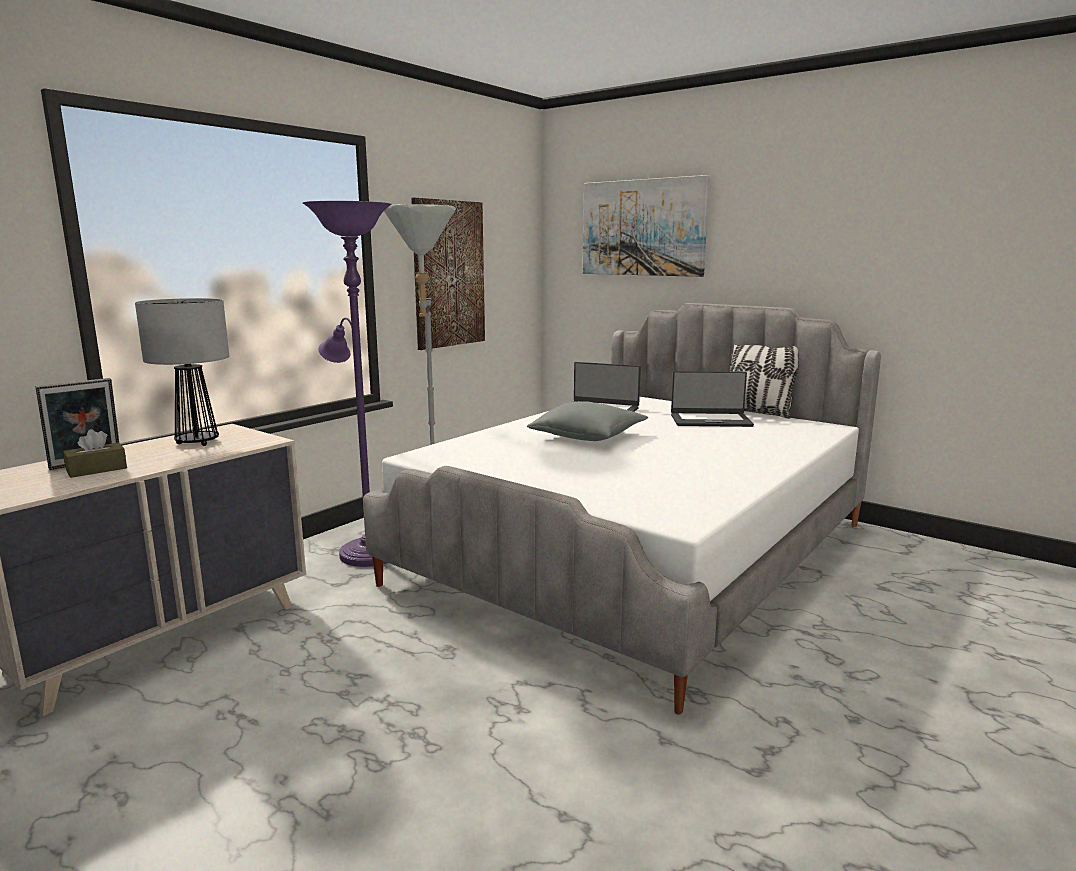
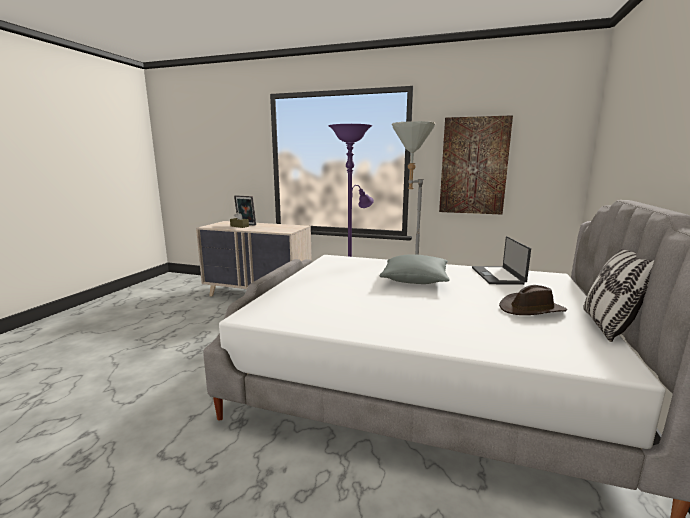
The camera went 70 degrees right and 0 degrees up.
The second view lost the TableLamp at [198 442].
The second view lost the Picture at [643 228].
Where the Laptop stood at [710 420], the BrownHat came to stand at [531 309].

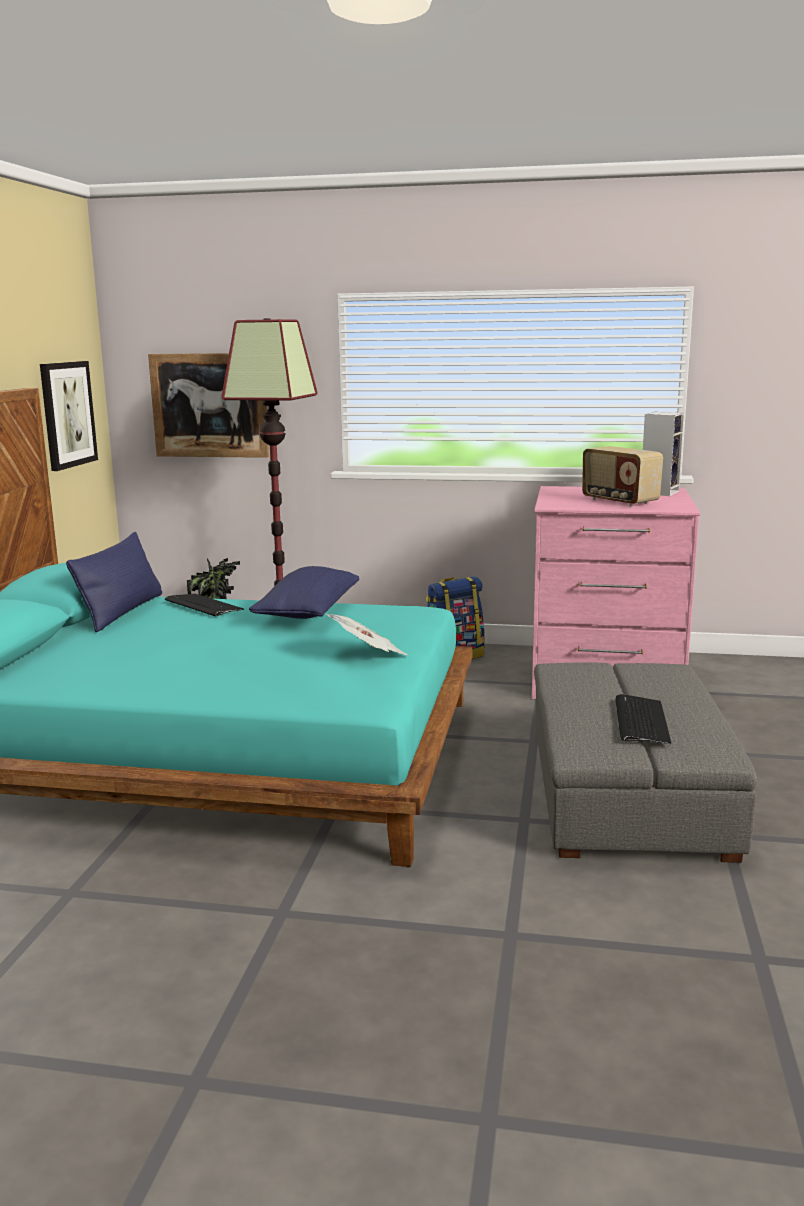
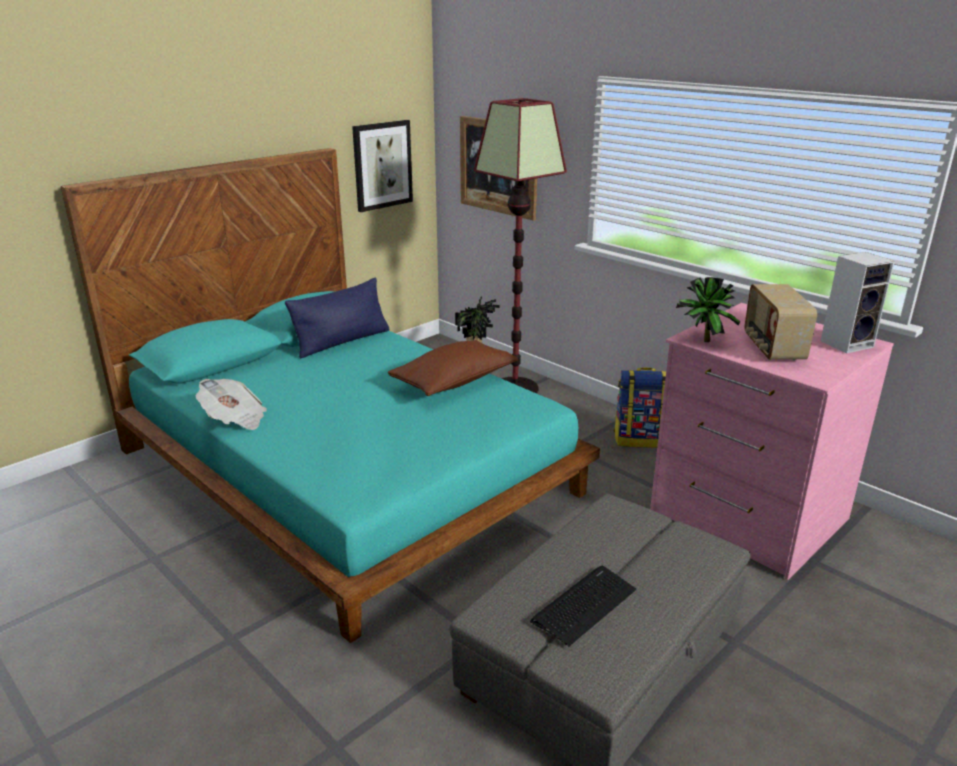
The camera went 35 degrees right and 10 degrees up.
The second view lost the Keyboard at [203 606].
The second view gained the PottedPlant at [701 340].
The Newspaper ended up elsewhere, having gone from [368 655] to [234 419].
What was the BluePillow at [308 613] turned into the BrownPillow at [454 382].

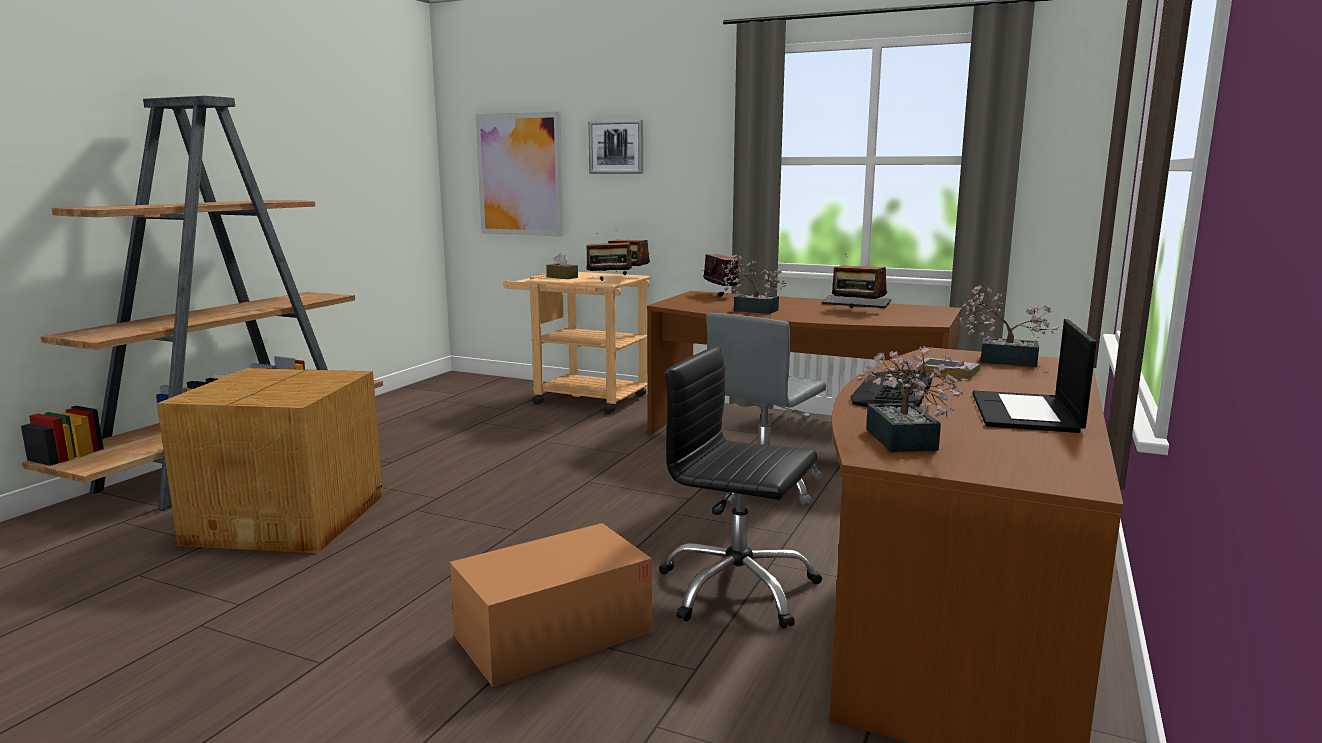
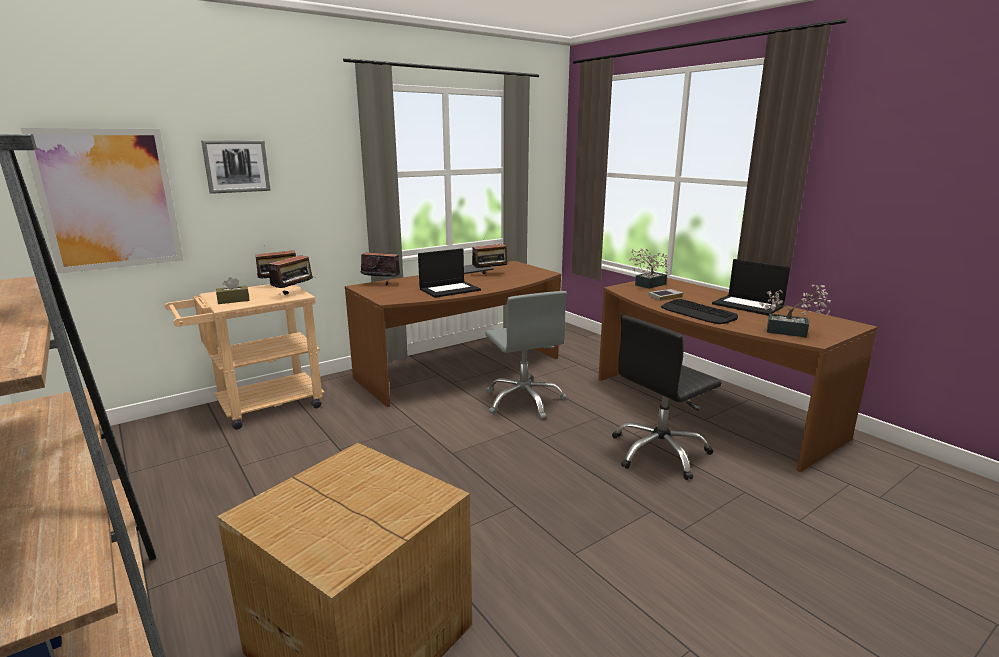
The camera went 60 degrees left and 5 degrees up.
The second view lost the CardboardBox at [553 634].
Where the PottedPlant stood at [751 310], the Laptop came to stand at [450 289].

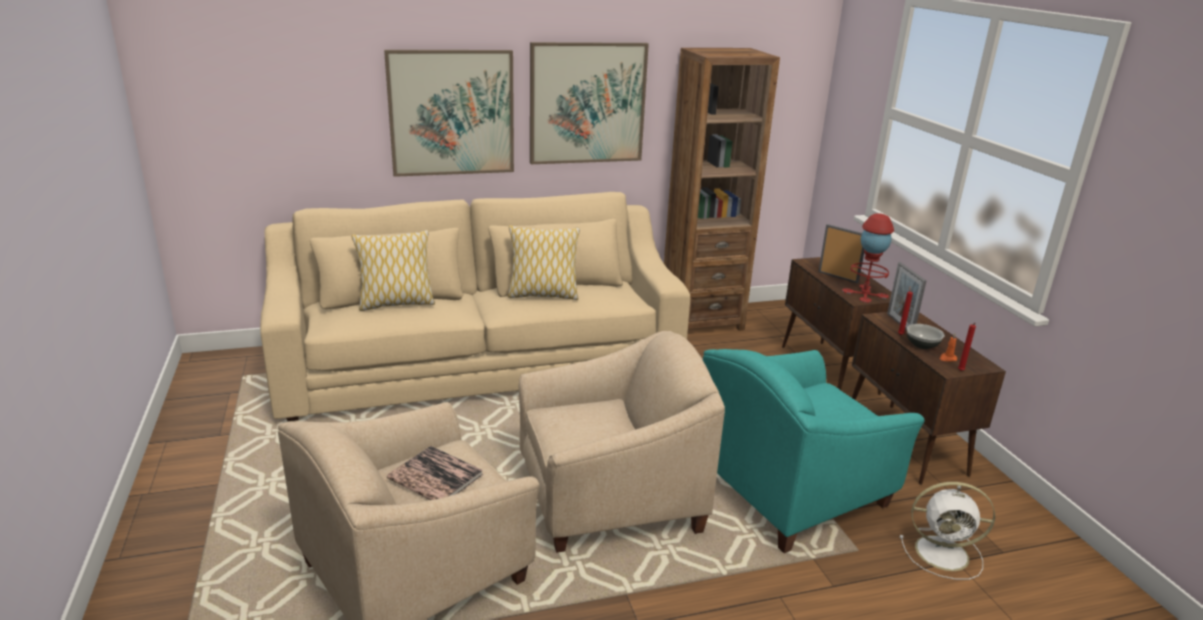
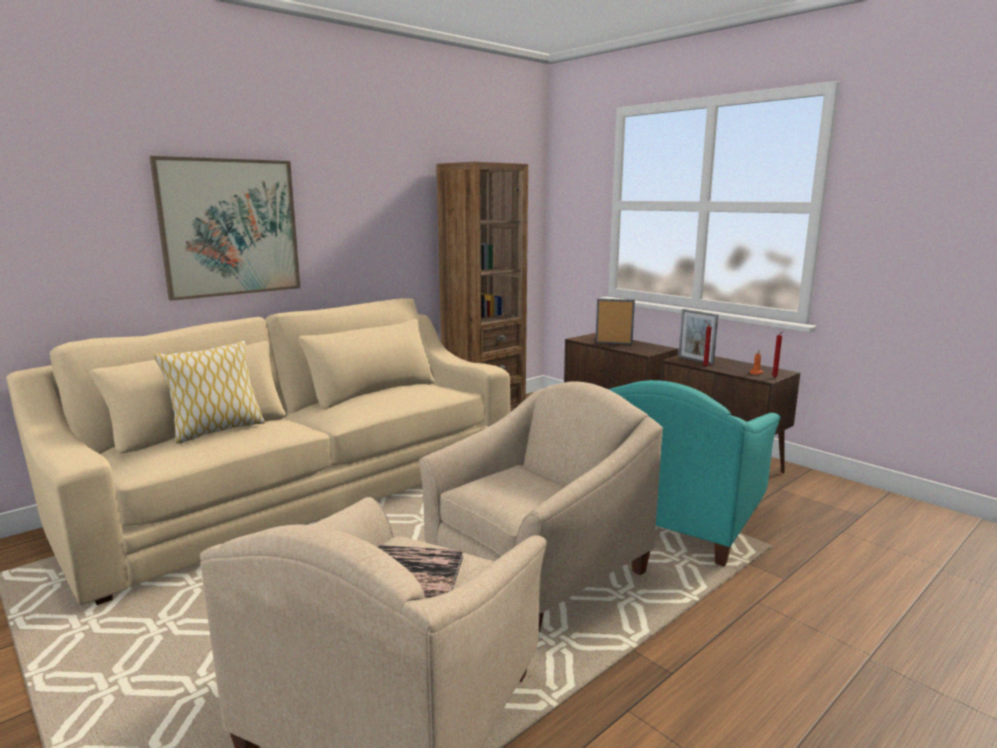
The camera went 25 degrees left and 10 degrees down.
The second view lost the Pillow at [543 295].
The second view lost the Picture at [587 103].
The second view lost the RedTableLamp at [865 293].
The second view lost the WhiteFan at [944 553].
The second view lost the Bowl at [922 345].

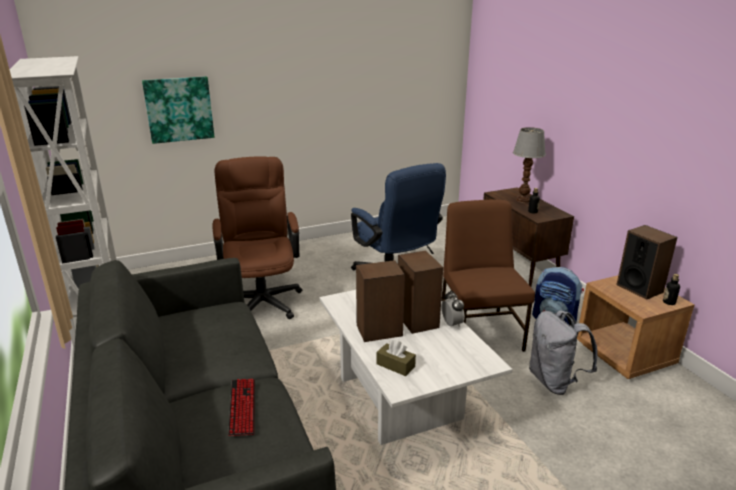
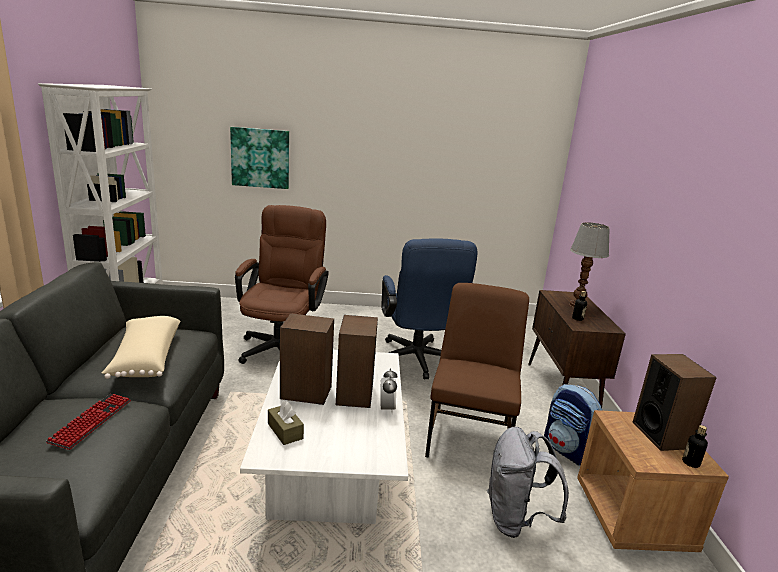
The camera went 20 degrees right and 5 degrees down.
The second view gained the BeigePillow at [145 359].

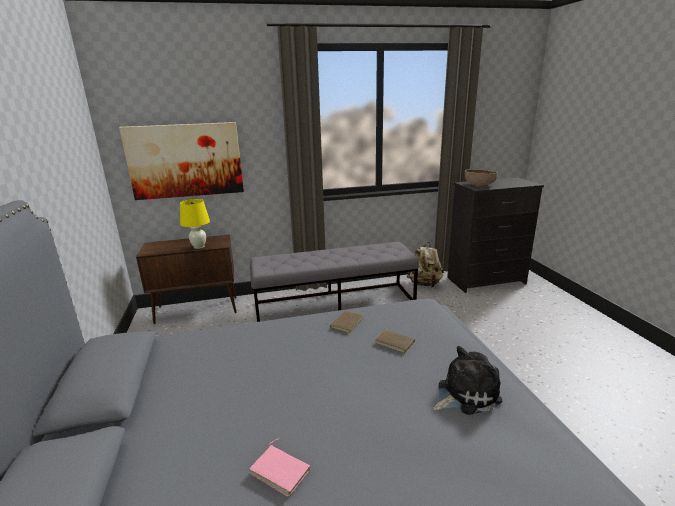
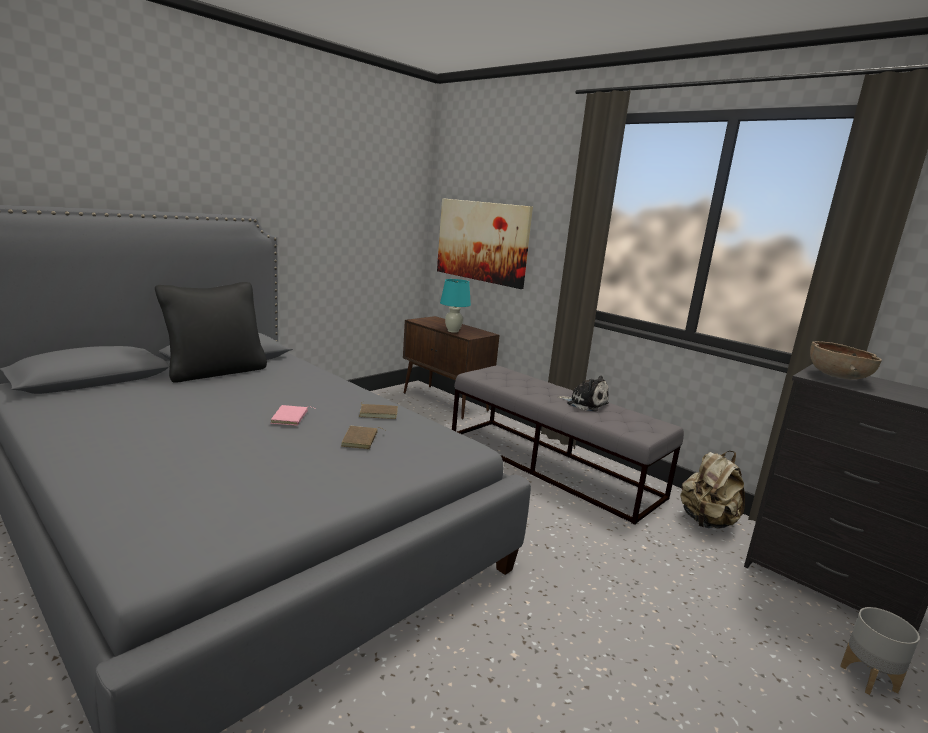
The camera went 55 degrees right and 5 degrees down.
The second view gained the BlackPillow at [216 372].
The second view gained the GreyPlanter at [869 679].
The PinkBook ended up elsewhere, having gone from [281 470] to [291 418].
The PlushToy ended up elsewhere, having gone from [464 394] to [585 403].
What was the YellowTableLamp at [199 247] turned into the TurquoiseTableLamp at [453 331].

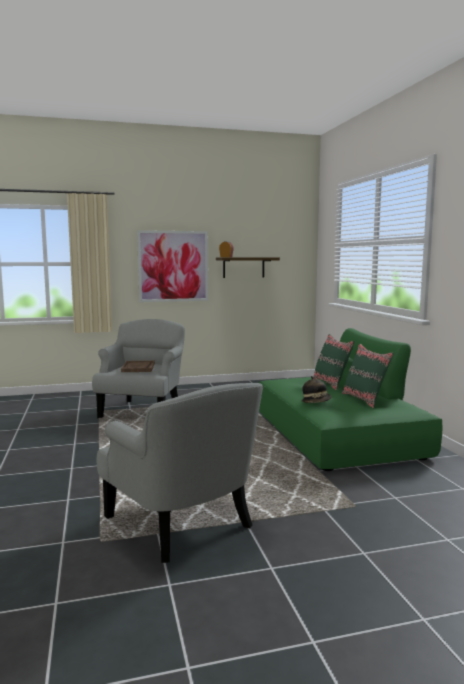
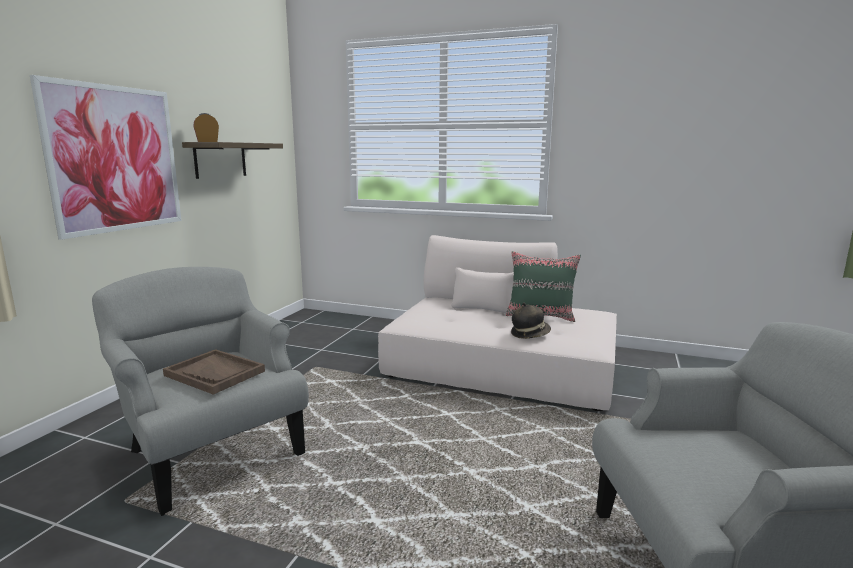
The camera went 55 degrees left and 5 degrees up.
The second view lost the GreenPillow at [331 383].
What was the GreenSofa at [338 434] turned into the BeigeSofa at [502 366].

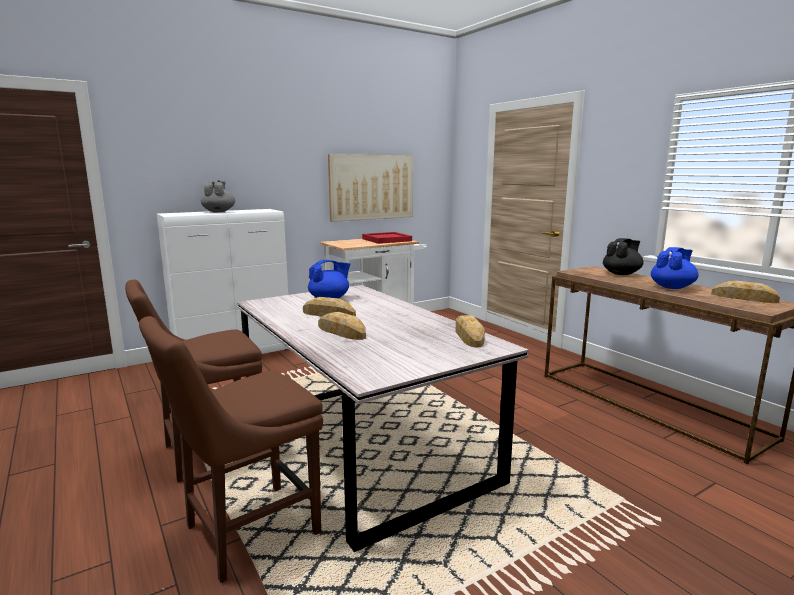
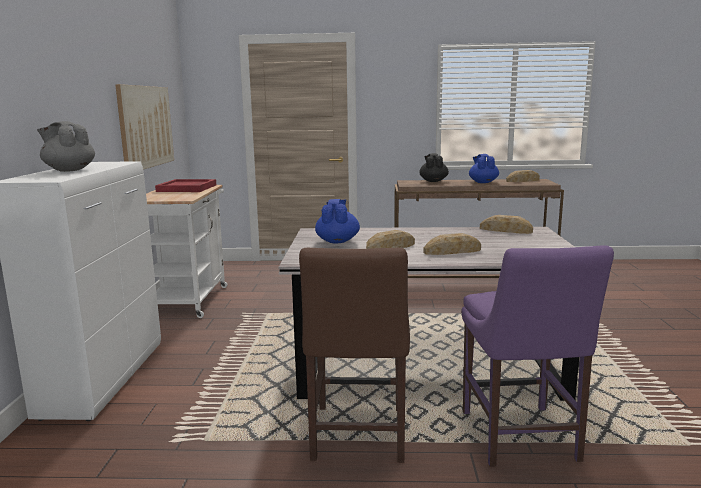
The camera went 55 degrees left and 0 degrees up.
What was the BrownChair at [245 532] turned into the PurpleChair at [520 439].

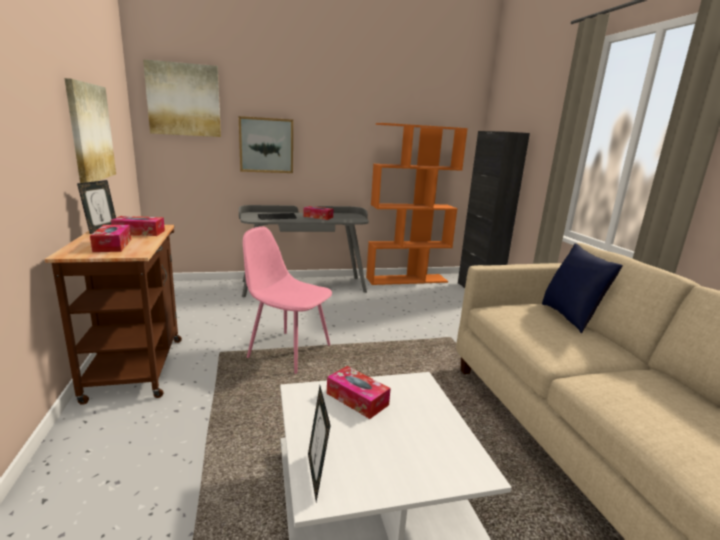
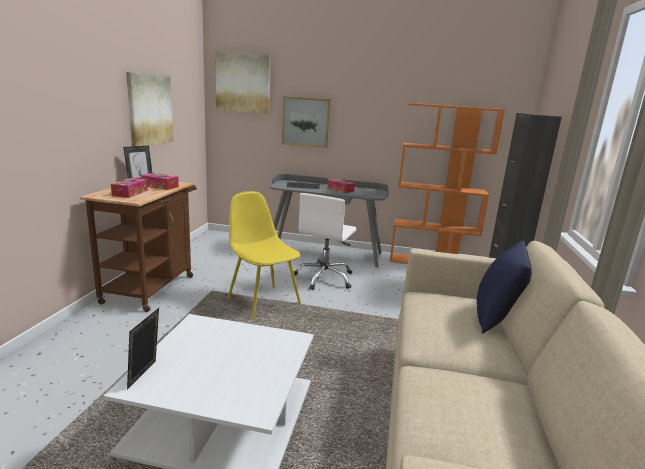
The camera went 25 degrees right and 0 degrees up.
The second view lost the TissueBox at [357 399].
The second view gained the WhiteOfficeChair at [324 278].
What was the PinkChair at [288 351] turned into the YellowChair at [262 301].

